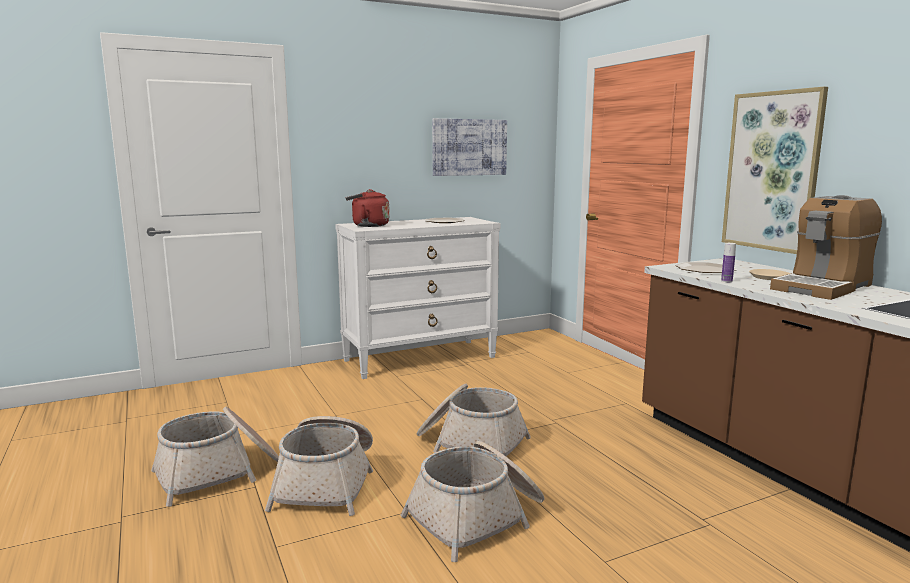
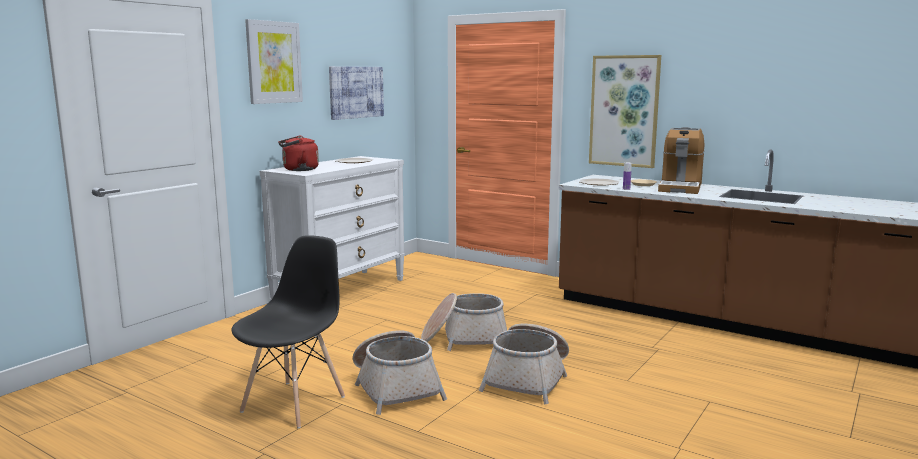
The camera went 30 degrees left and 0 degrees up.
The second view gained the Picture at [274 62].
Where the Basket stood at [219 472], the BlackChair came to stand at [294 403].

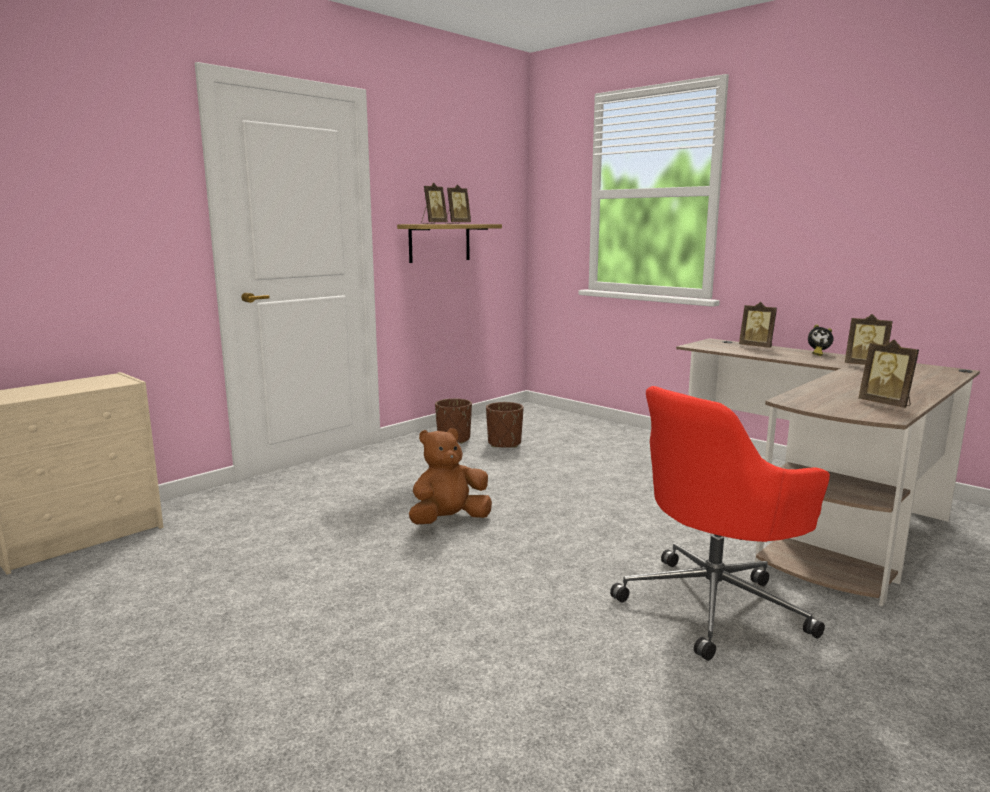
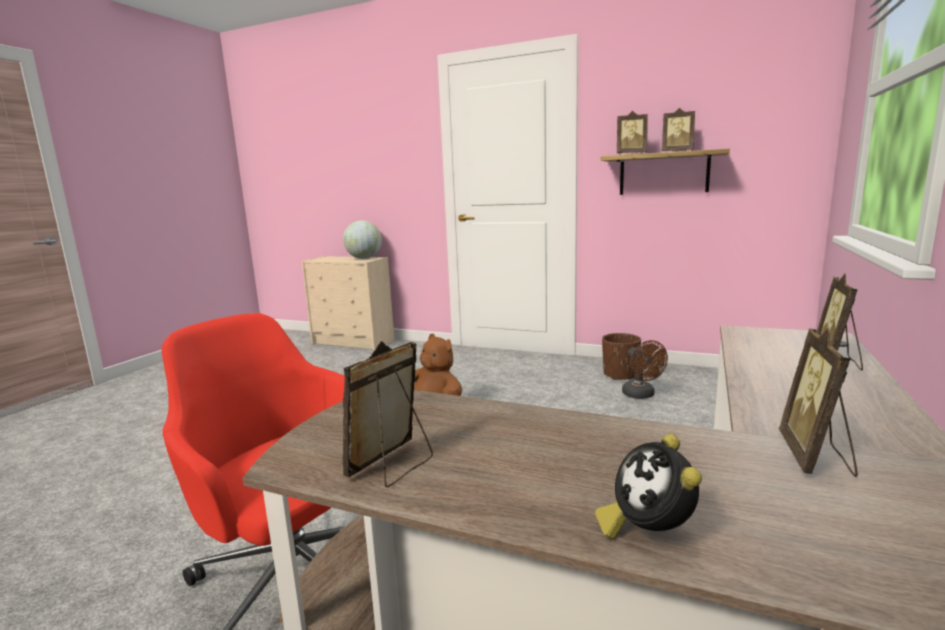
The camera went 70 degrees right and 0 degrees up.
The second view gained the Globe at [364 258].
The AlarmClock ended up elsewhere, having gone from [817 353] to [648 532].
Where the BrownPlanter stood at [504 443], the BrownFan came to stand at [641 395].

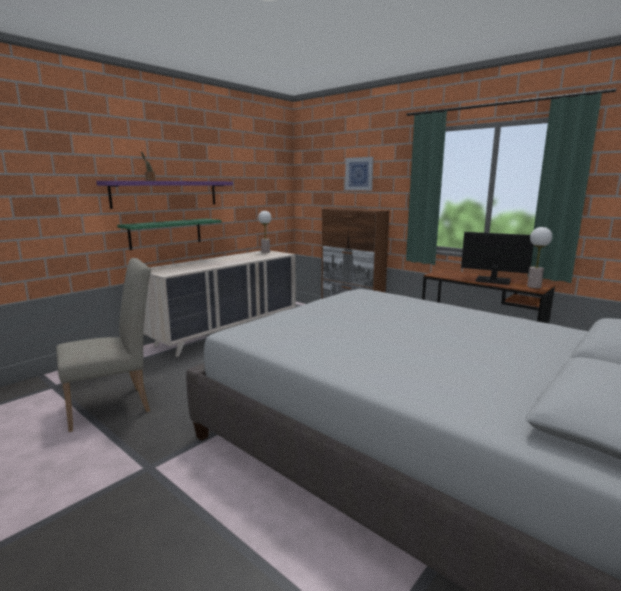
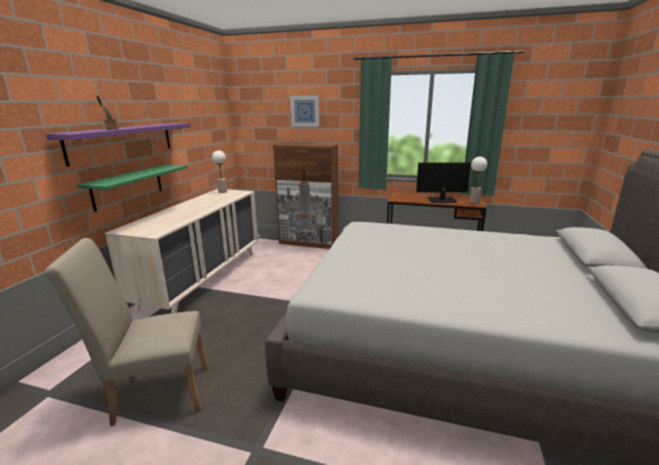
The camera went 25 degrees left and 5 degrees up.
The BeigeChair at [115 406] ended up facing another way, 135 degrees counterclockwise from before.

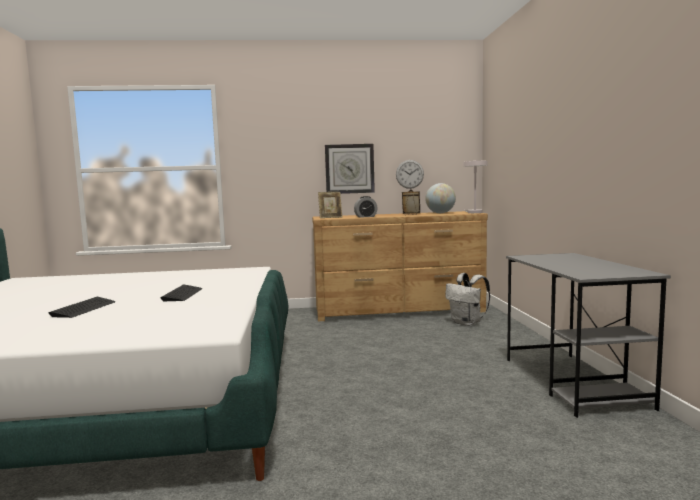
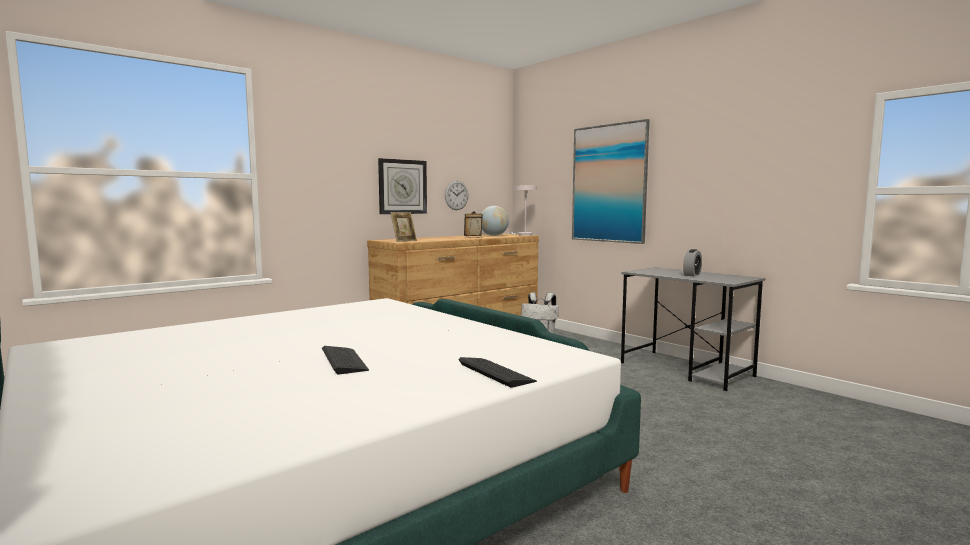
The camera went 35 degrees left and 0 degrees up.
The second view gained the Picture at [609 183].
The Keyboard ended up elsewhere, having gone from [182 294] to [496 372].
The AlarmClock ended up elsewhere, having gone from [365 217] to [692 275].

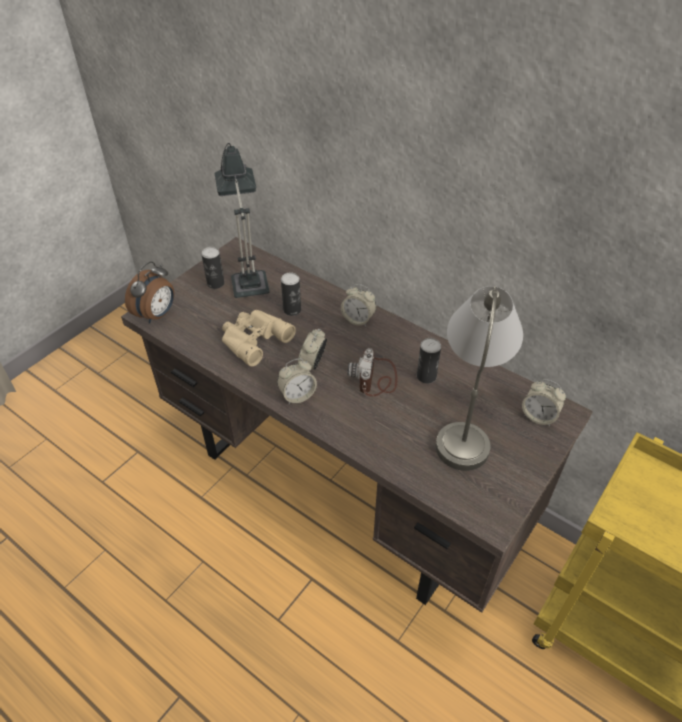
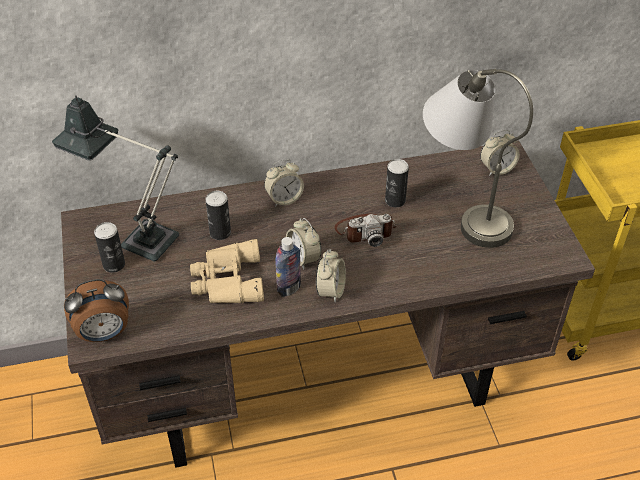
The camera went 50 degrees left and 0 degrees up.
The second view gained the Bottle at [289 288].
The AlarmClock at [157 315] ended up facing another way, 90 degrees clockwise from before.
The PhotoCamera at [375 378] ended up facing another way, 60 degrees counterclockwise from before.

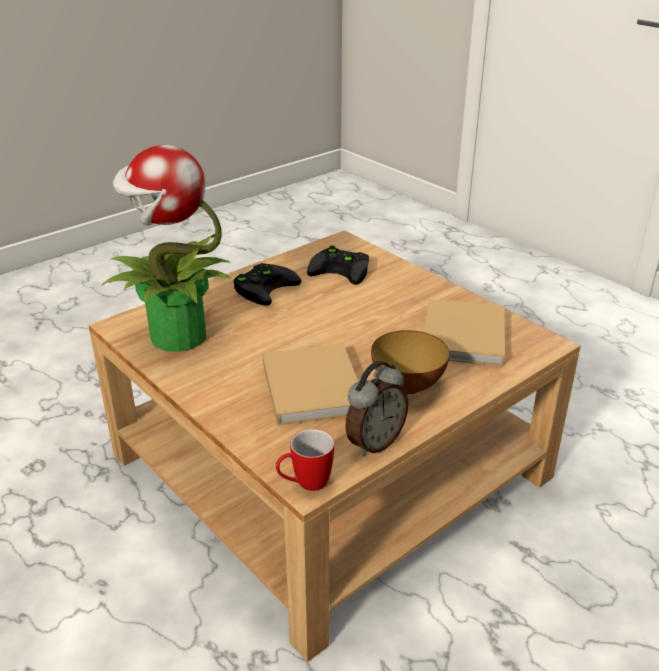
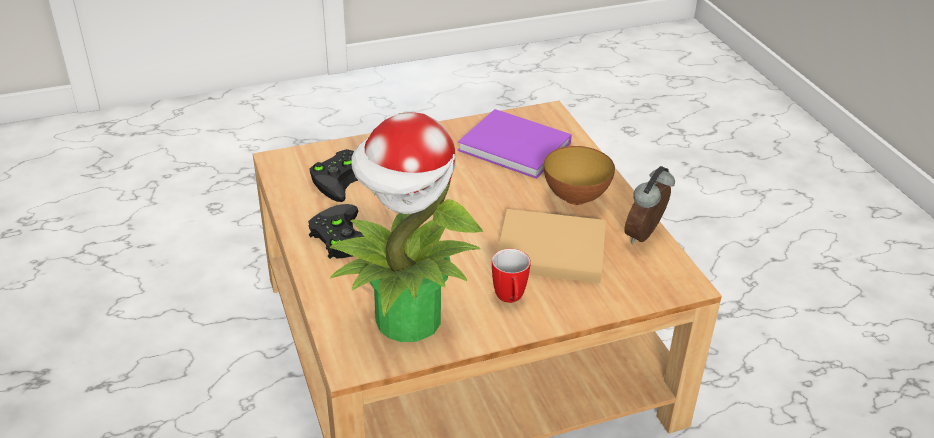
The camera went 70 degrees left and 5 degrees up.
The Mug ended up elsewhere, having gone from [304 484] to [510 300].
What was the BeigeBook at [463 337] turned into the PurpleBook at [517 148].
The AlarmClock at [374 442] ended up facing another way, 120 degrees counterclockwise from before.

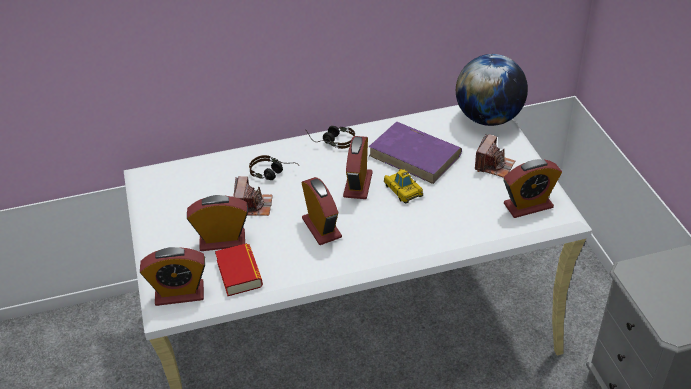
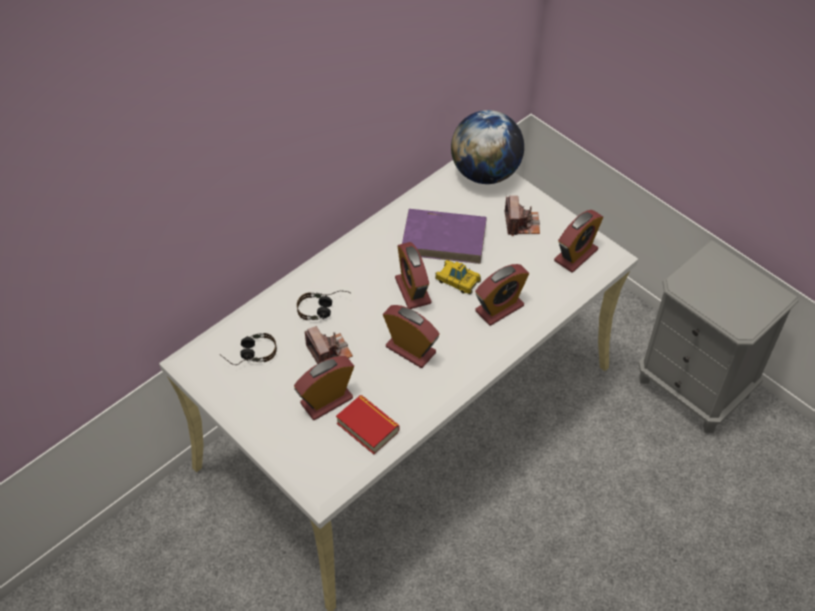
The camera went 30 degrees left and 10 degrees up.
The AlarmClock ended up elsewhere, having gone from [179 293] to [499 308].
The Headphones ended up elsewhere, having gone from [331 140] to [249 354].

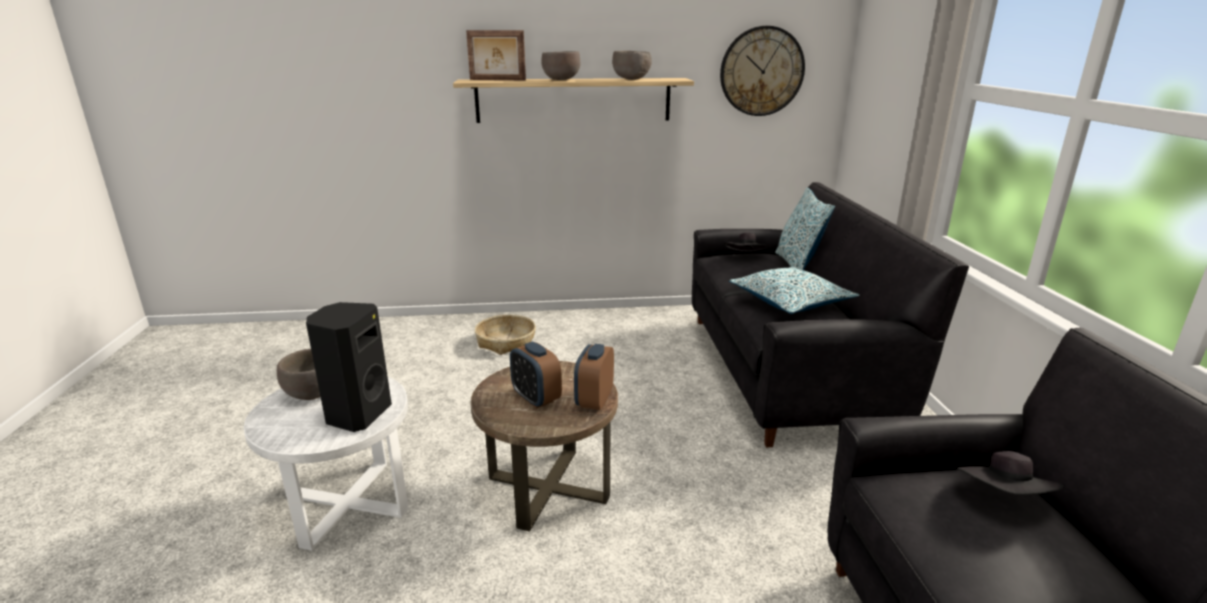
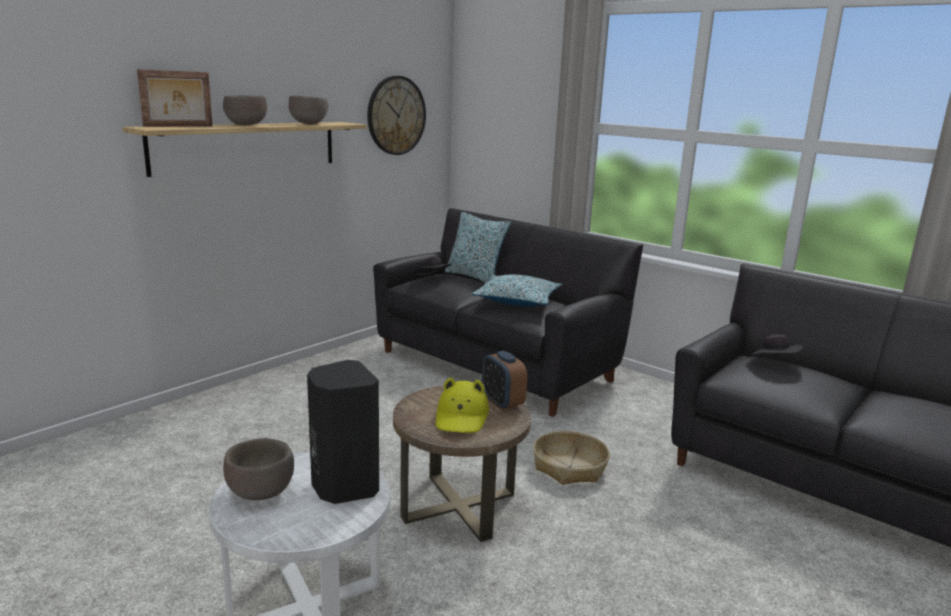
The camera went 45 degrees left and 5 degrees down.
The Basket ended up elsewhere, having gone from [506 342] to [569 467].
Where the AlarmClock stood at [536 398], the YellowHat came to stand at [461 417].

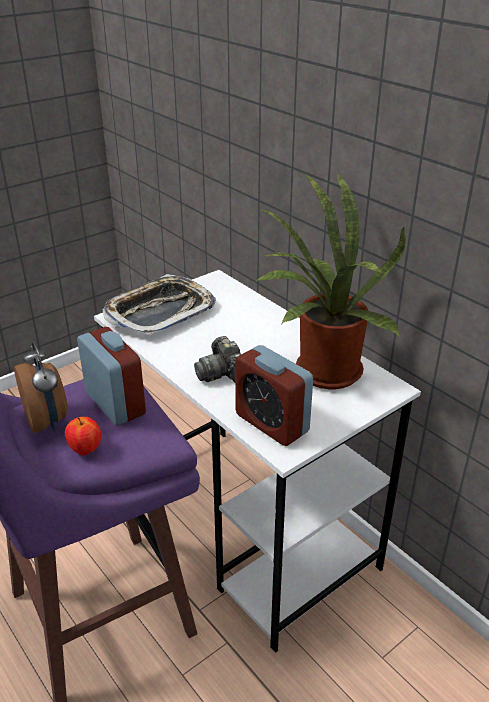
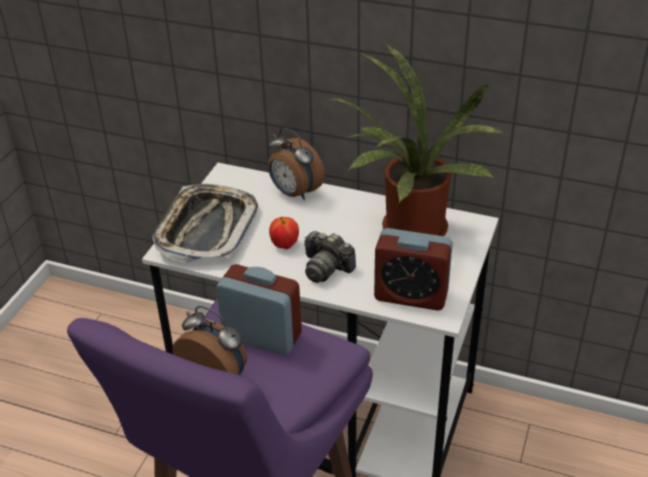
The camera went 30 degrees left and 5 degrees up.
The second view gained the AlarmClock at [294 193].
The Apple ended up elsewhere, having gone from [85 450] to [285 245].

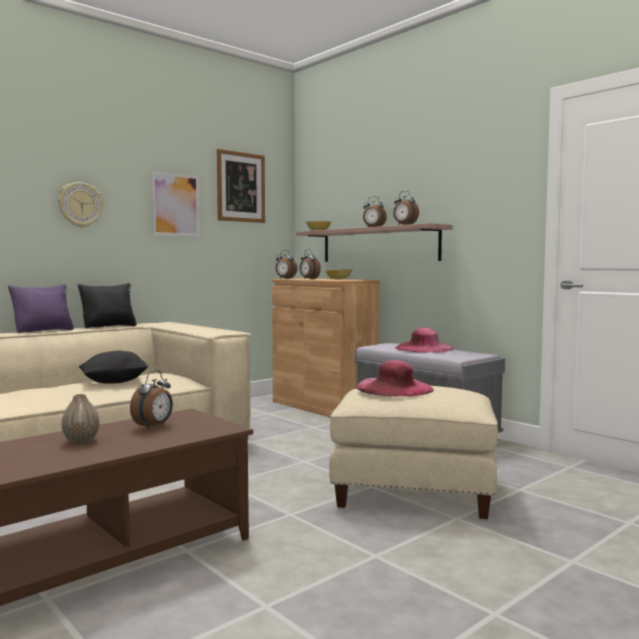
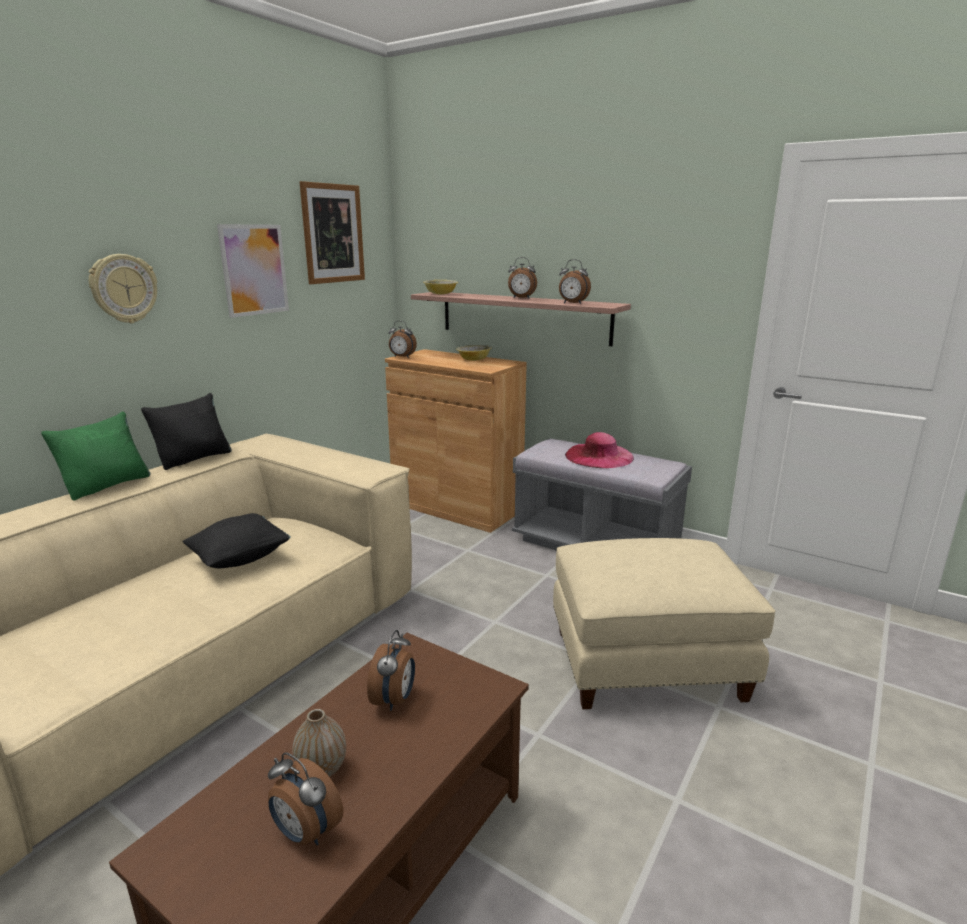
The camera went 15 degrees left and 15 degrees up.
The second view lost the PinkHat at [394 388].
The AlarmClock ended up elsewhere, having gone from [309 279] to [305 832].
What was the PurplePillow at [43 331] turned into the GreenPillow at [107 486].

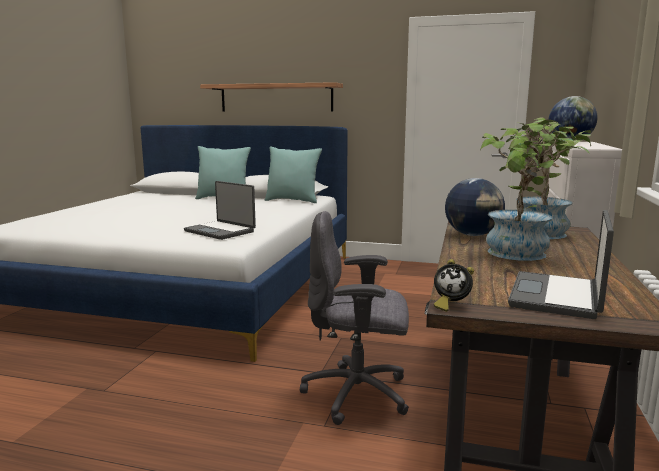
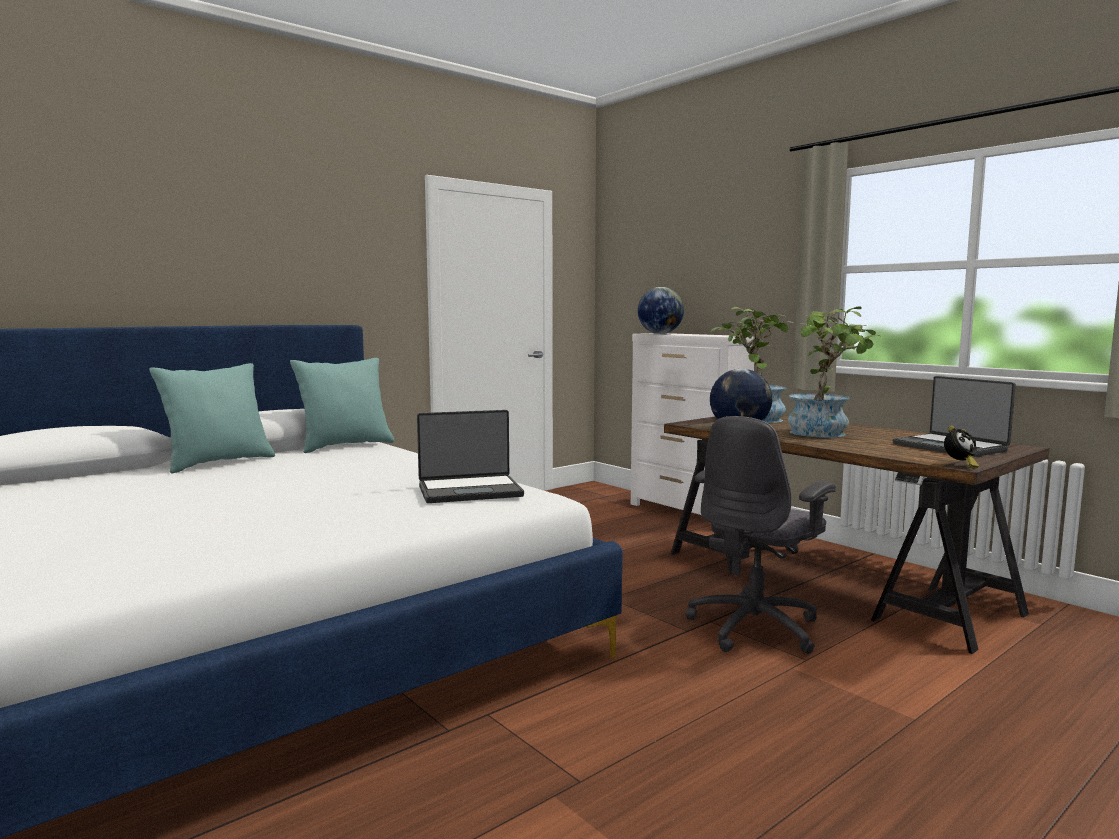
The camera went 55 degrees left and 5 degrees down.
The second view lost the Shelf at [276 98].

